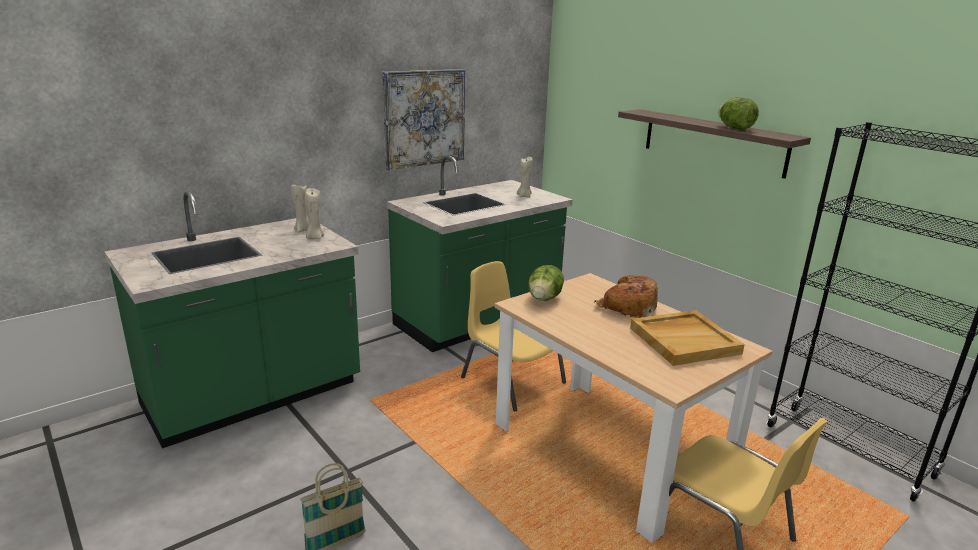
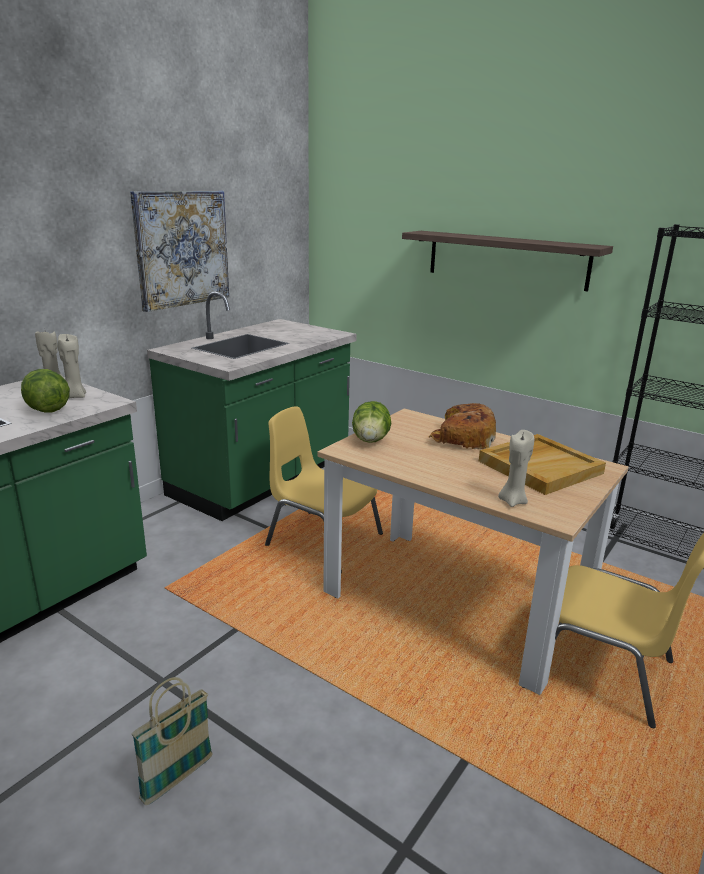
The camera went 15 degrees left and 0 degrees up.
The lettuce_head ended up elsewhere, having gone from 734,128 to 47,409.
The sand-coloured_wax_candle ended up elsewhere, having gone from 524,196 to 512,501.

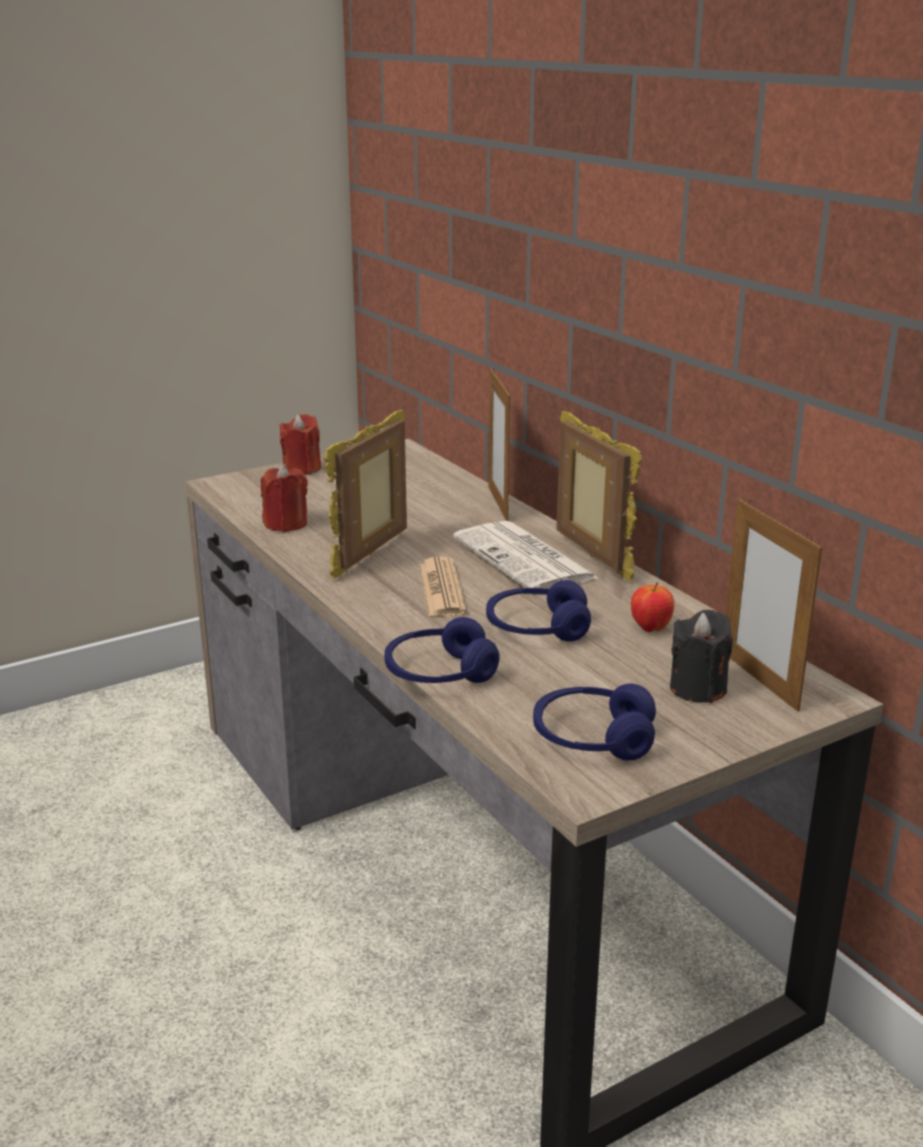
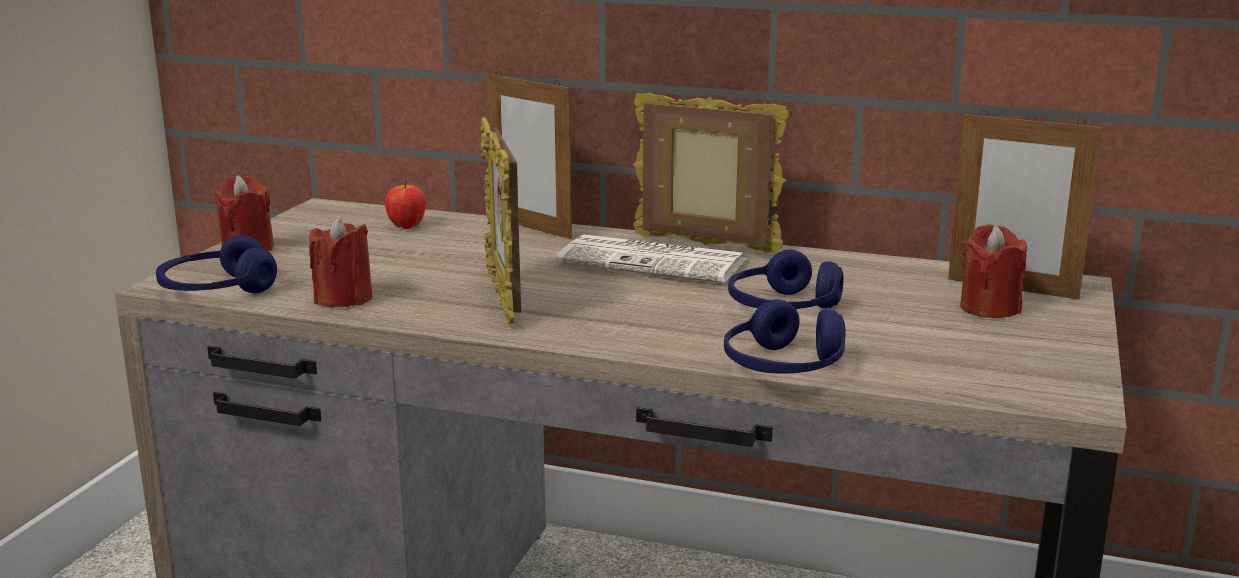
The camera went 40 degrees left and 5 degrees down.
The second view lost the daily_paper at 441,589.
The apple ended up elsewhere, having gone from 650,628 to 406,226.
What was the blackish_wax_candle at 698,689 turned into the reddish_wax_candle at 989,308.
The bluish_headphones ended up elsewhere, having gone from 592,739 to 217,290.

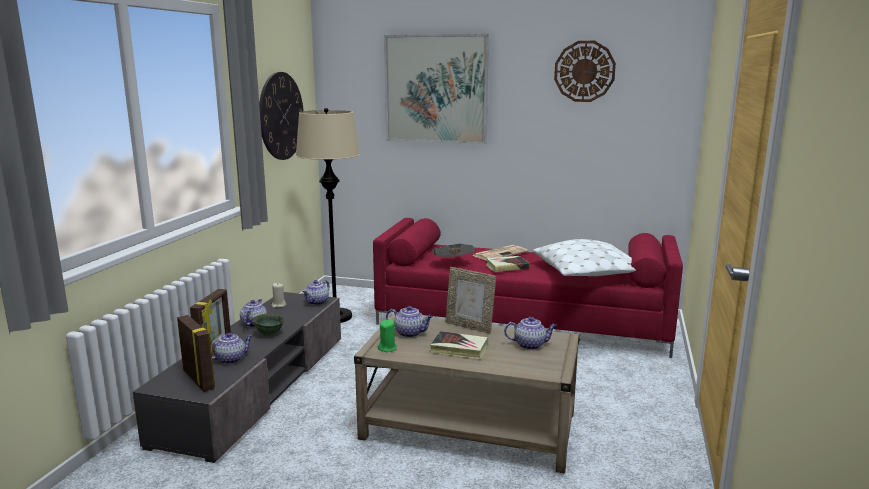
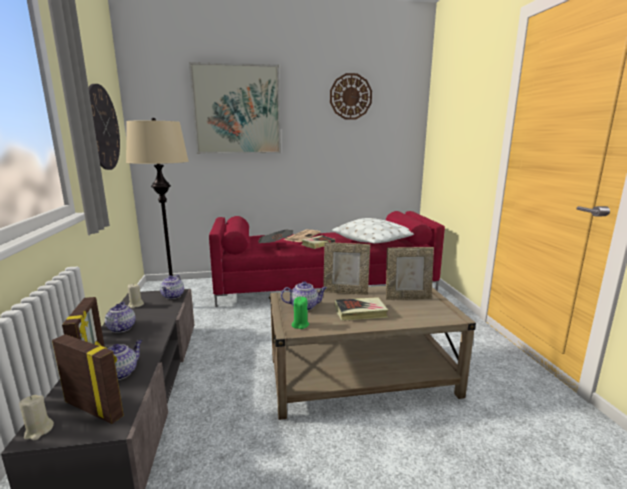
The camera went 25 degrees left and 0 degrees up.
The second view lost the green-coloured_bowl at 269,334.
Where the pot_for_tea stood at 530,345, the picture_frame came to stand at 407,297.
The second view gained the sand-coloured_wax_candle at 38,431.

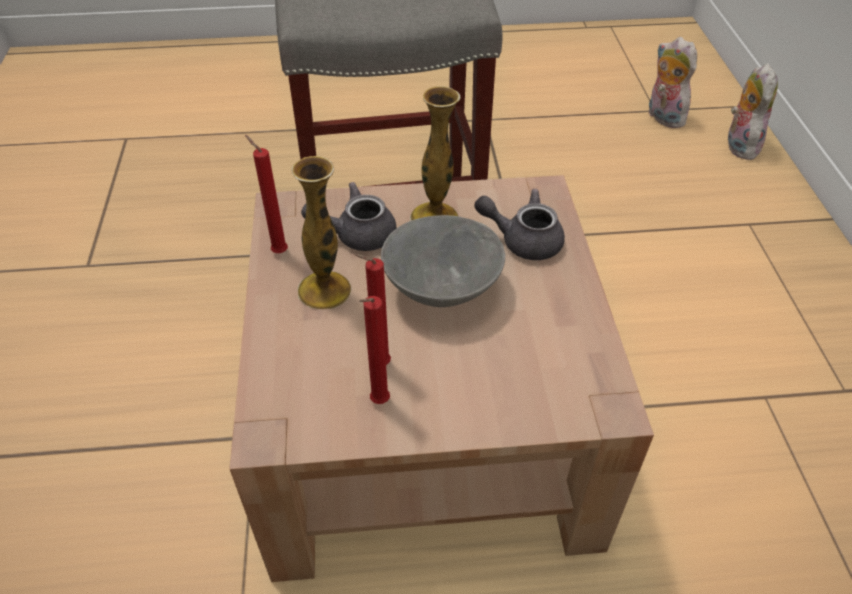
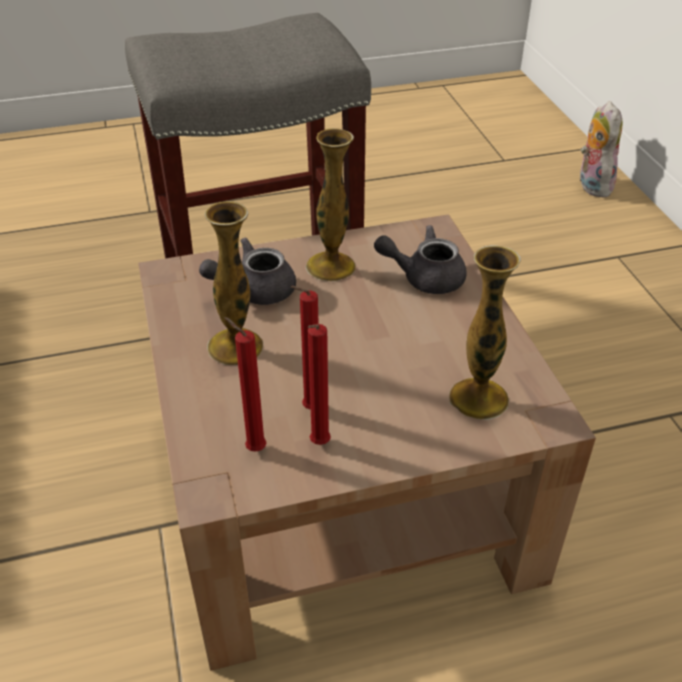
The camera went 10 degrees left and 5 degrees down.
The second view lost the cuddly_toy at 662,117.
The reddish_wax_candle ended up elsewhere, having gone from 278,251 to 253,448.
The second view lost the grey_bowl at 443,289.
The second view gained the flower_vase at 479,398.

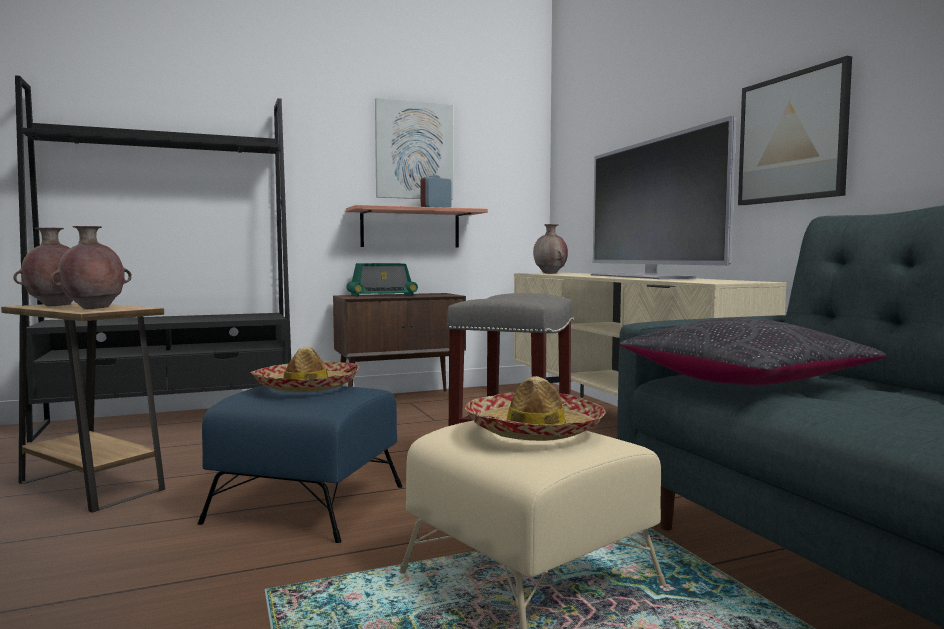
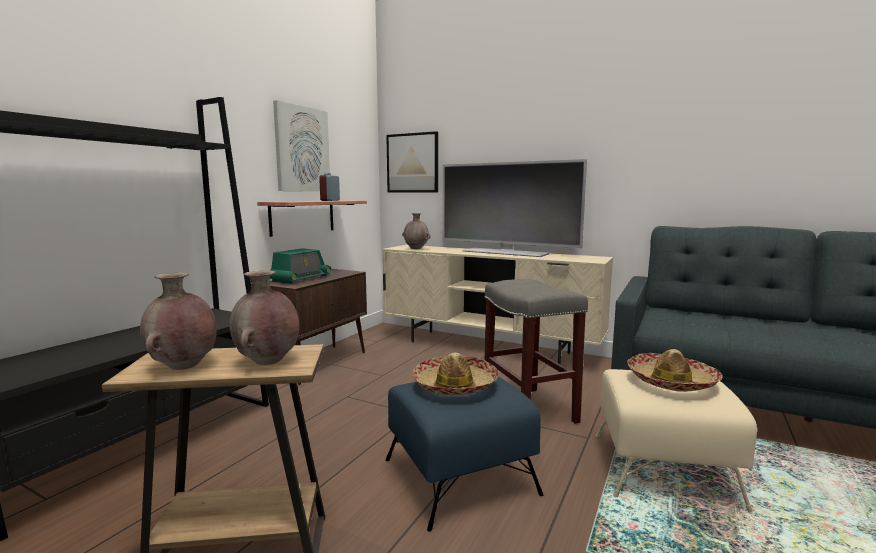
The camera went 40 degrees left and 5 degrees up.
The wall_picture ended up elsewhere, having gone from 792,138 to 412,163.
The second view lost the blackish_cushion at 743,381.

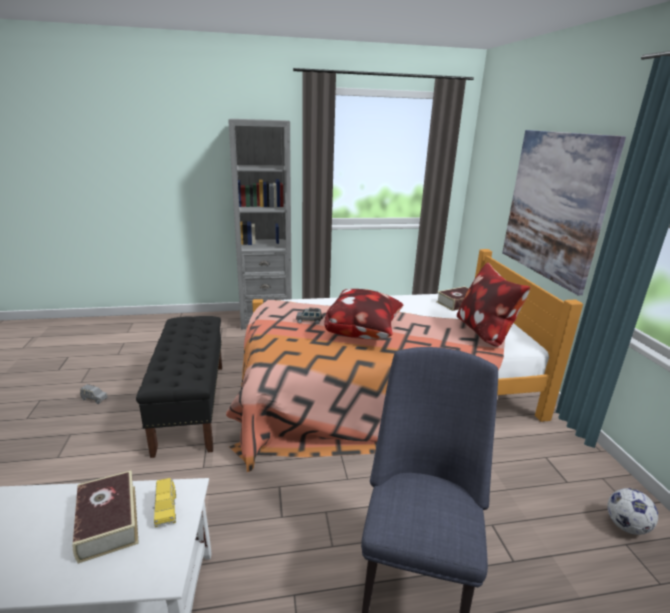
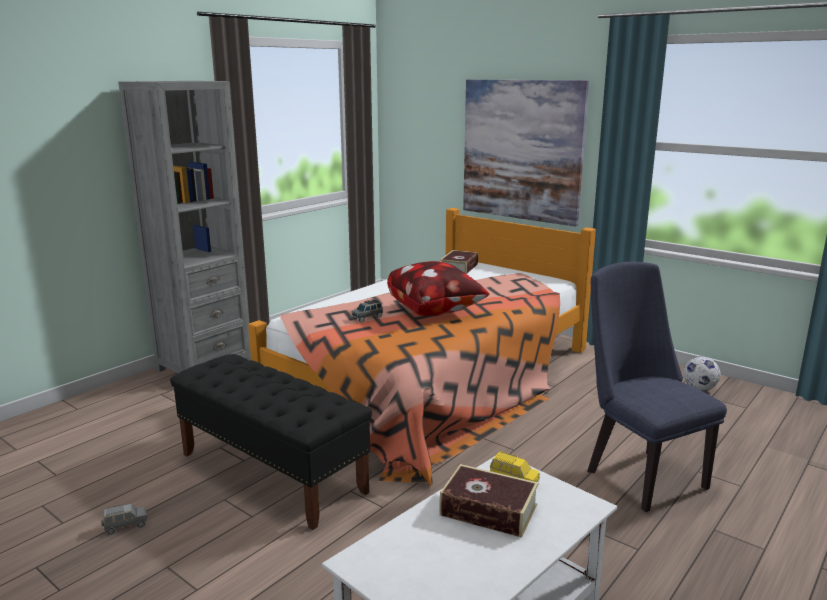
The camera went 40 degrees left and 5 degrees down.
The second view lost the cushion at 484,332.

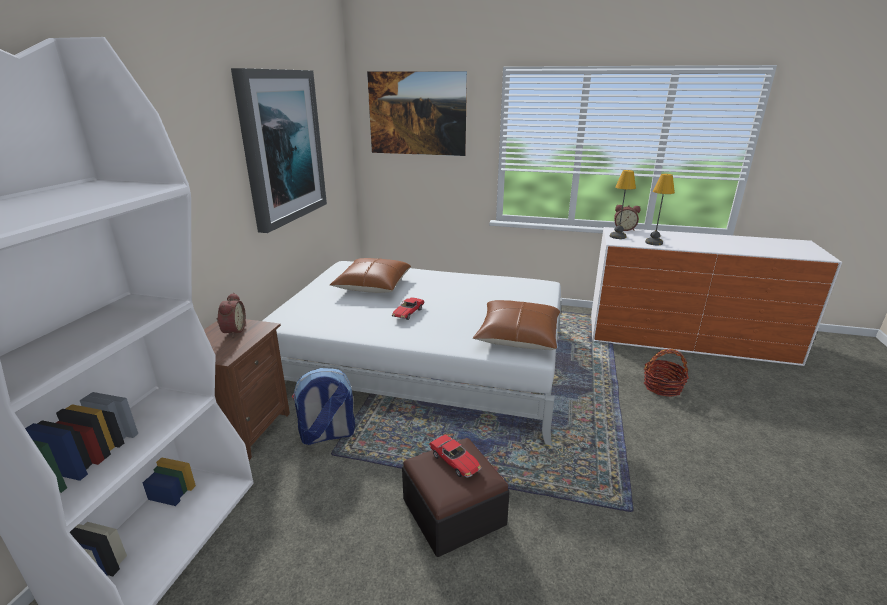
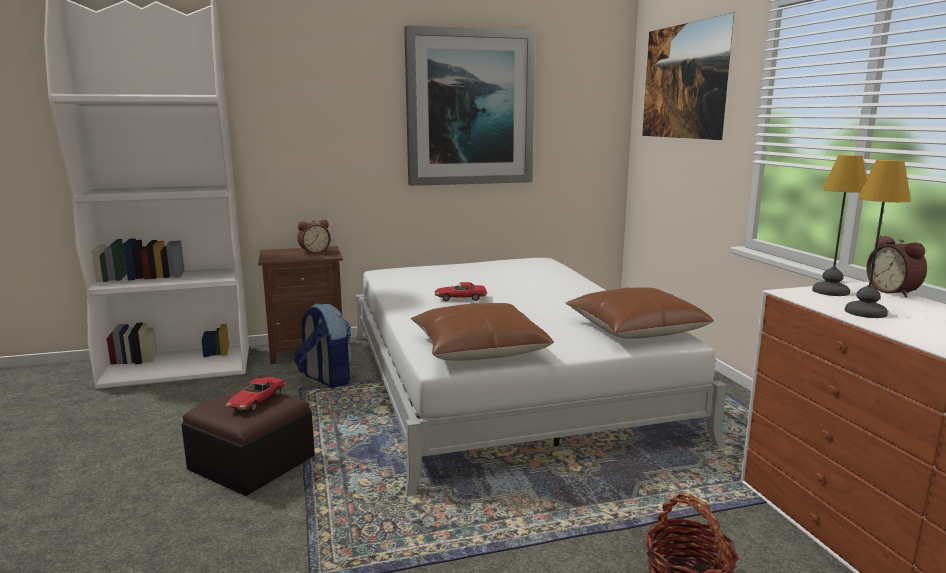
The camera went 60 degrees right and 10 degrees down.
The brown_cushion ended up elsewhere, having gone from 373,285 to 635,329.

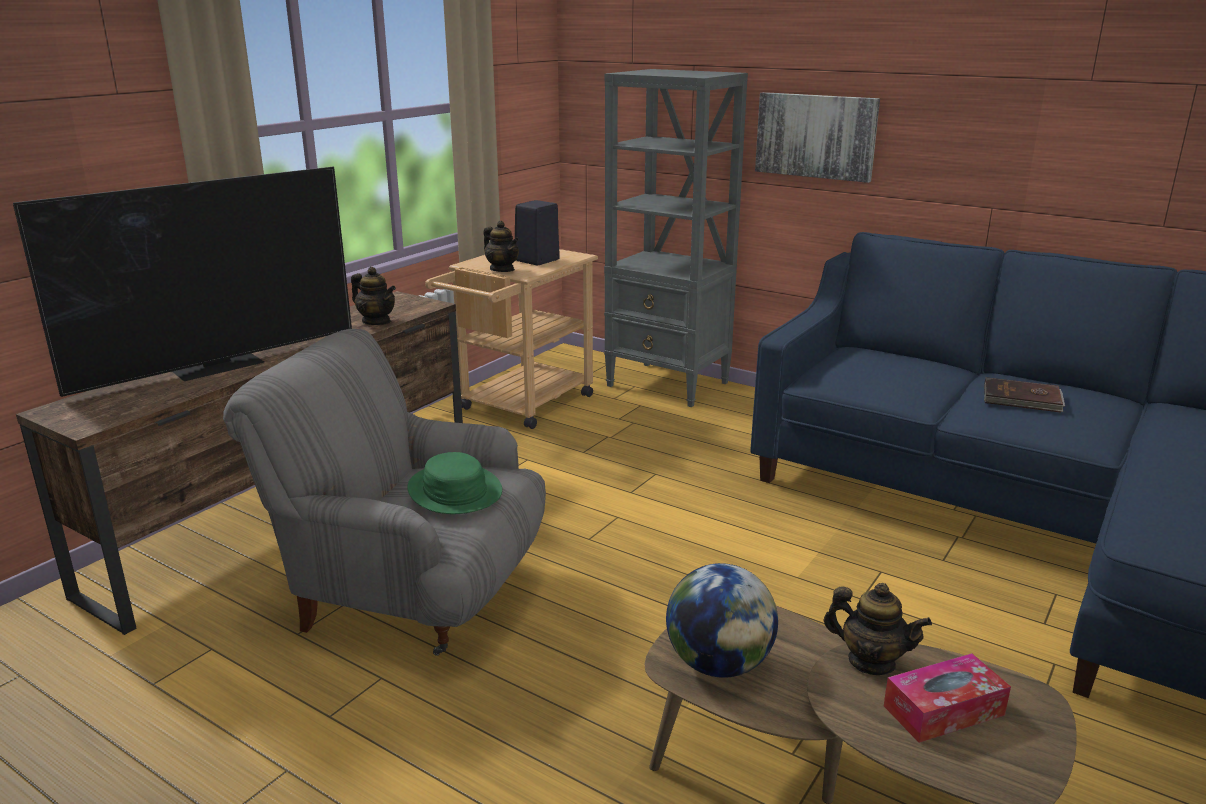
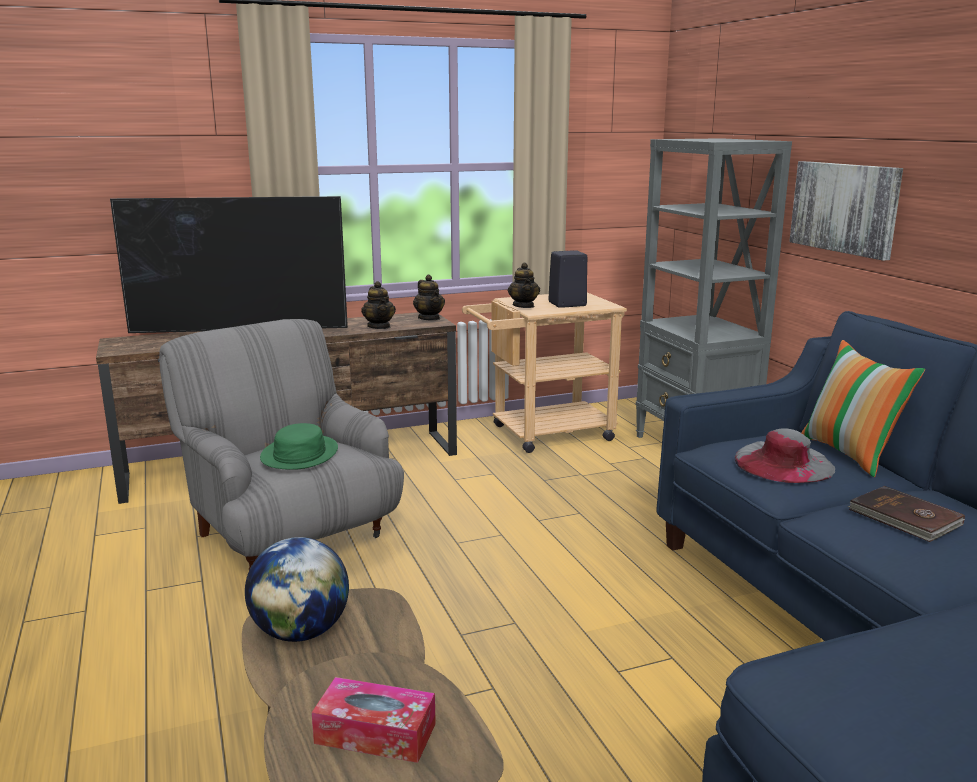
The camera went 35 degrees right and 5 degrees down.
The pot_for_tea ended up elsewhere, having gone from 871,661 to 429,318.
The second view gained the cushion at 850,454.
The second view gained the grey_clothing_hat at 783,463.

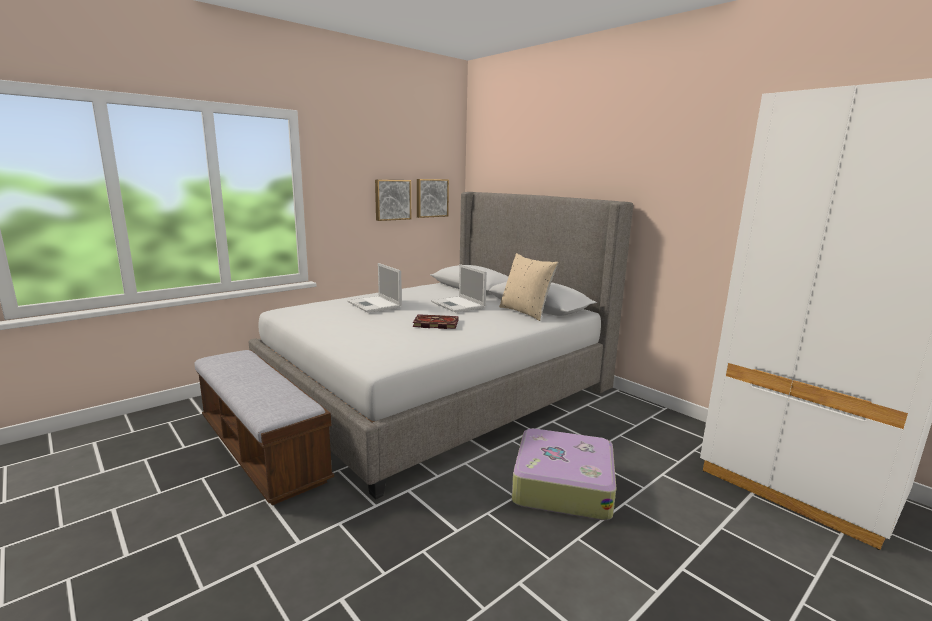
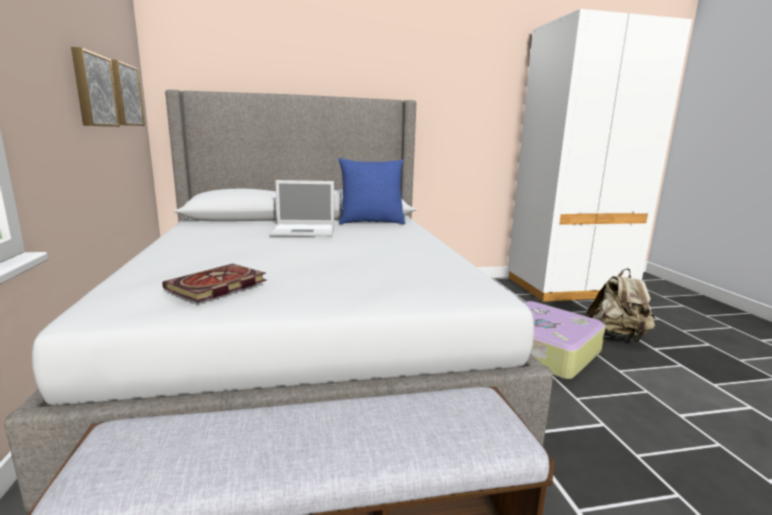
The camera went 60 degrees left and 0 degrees up.
What was the sand-coloured_cushion at 525,312 turned into the bluish_cushion at 371,222.
The second view lost the laptop at 375,305.
The bound_book ended up elsewhere, having gone from 434,324 to 216,286.
The second view gained the sand-coloured_backpack at 616,337.

